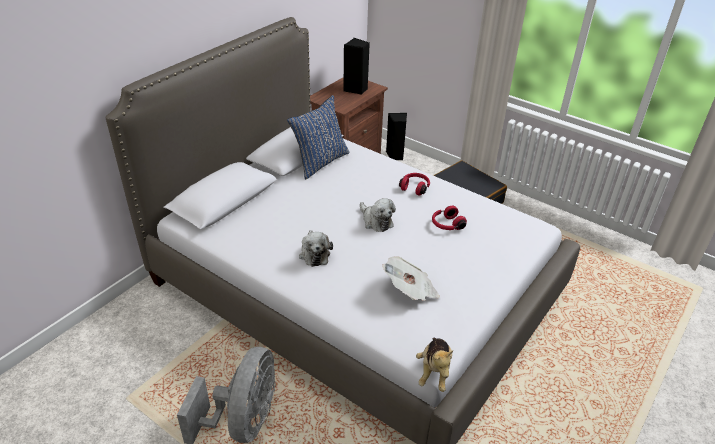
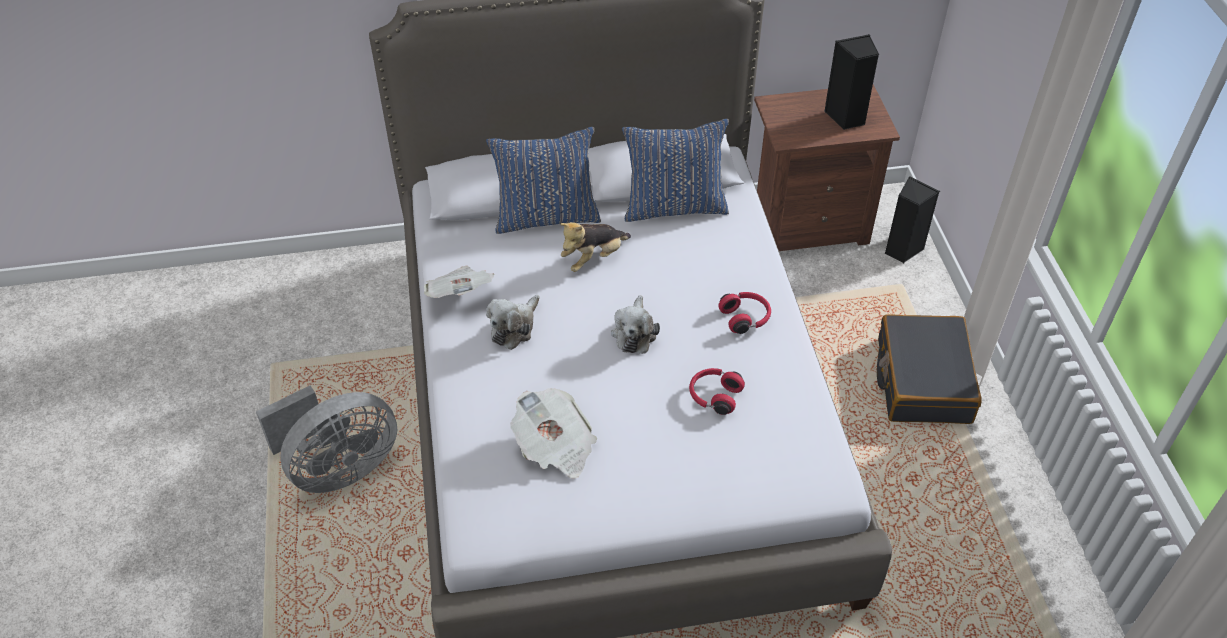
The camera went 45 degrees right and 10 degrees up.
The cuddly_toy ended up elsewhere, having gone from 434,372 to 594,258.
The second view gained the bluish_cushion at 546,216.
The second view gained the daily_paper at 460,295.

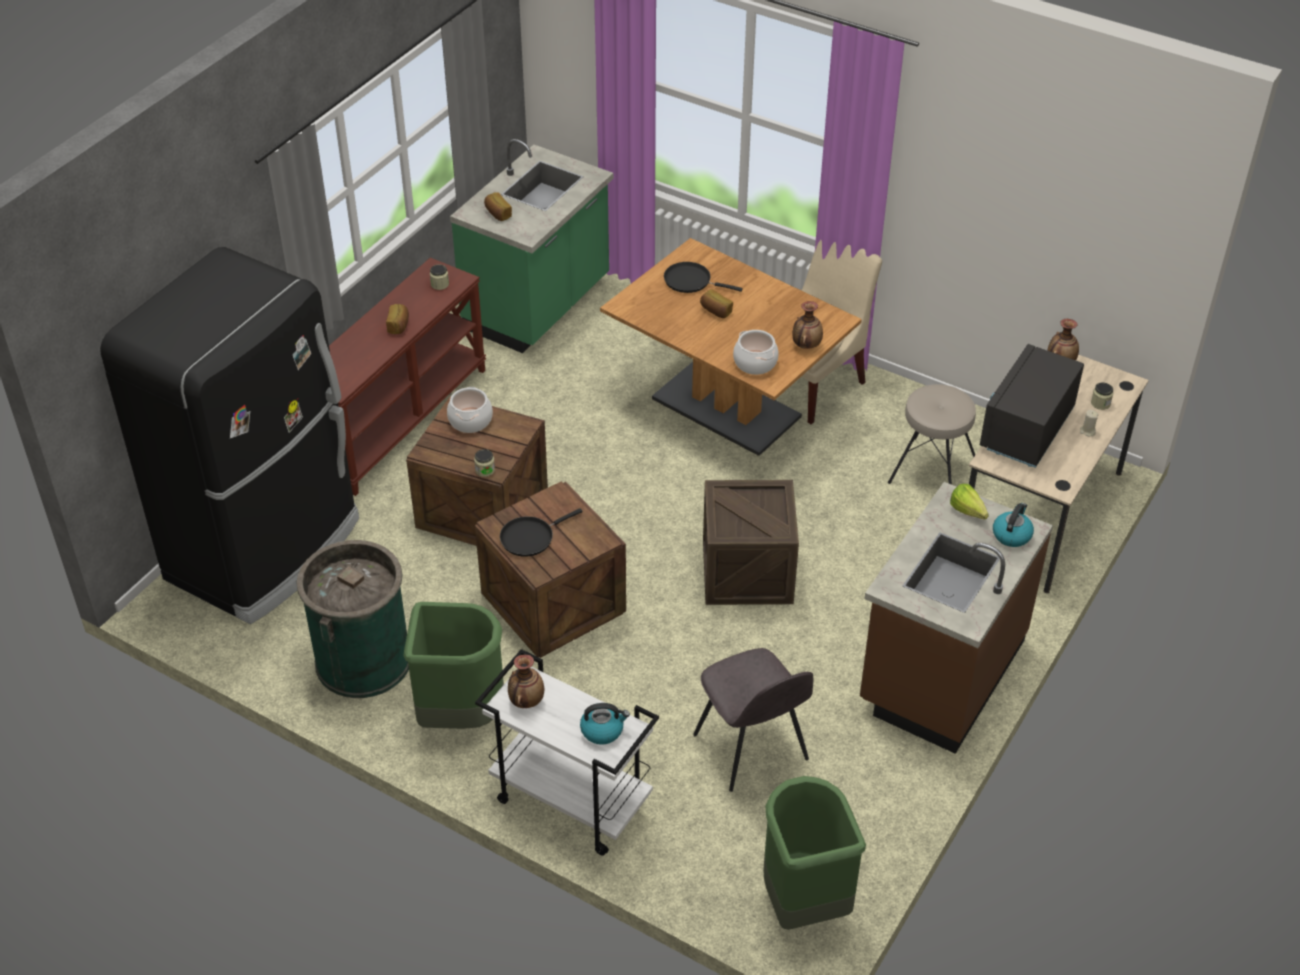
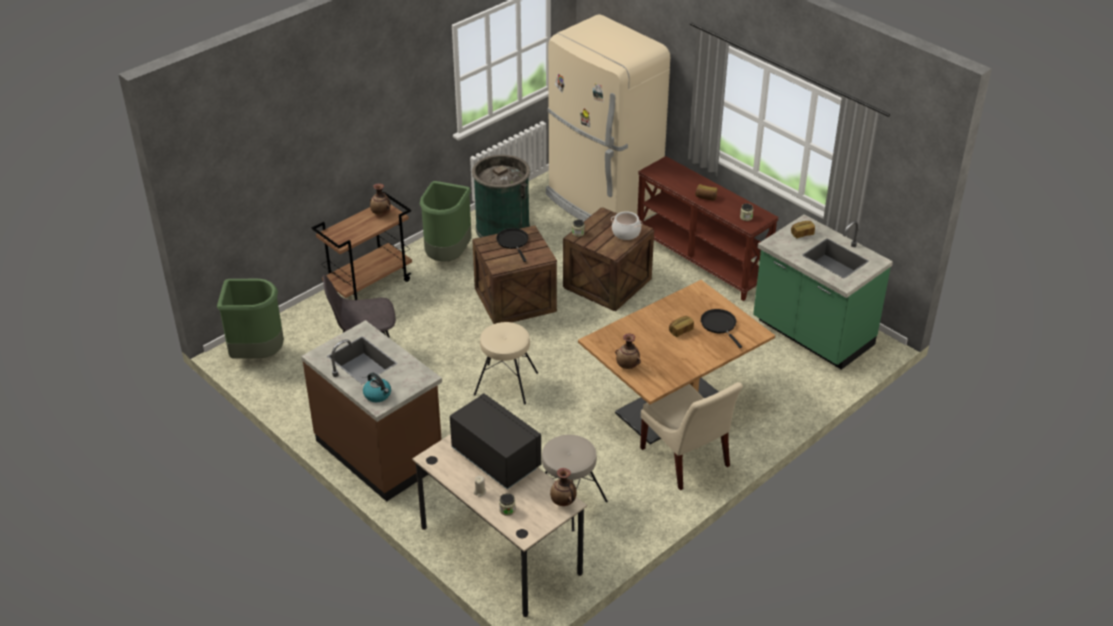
The camera went 105 degrees right and 5 degrees down.
What was the blackish_refrigerator at 266,550 turned into the sand-coloured_refrigerator at 602,203.
The blackish_frying_pan at 691,281 ended up facing another way, 60 degrees counterclockwise from before.
The second view lost the stockpot at 755,362.
Where the packing_crate stood at 747,572, the sand-coloured_stool came to stand at 506,384.
The second view lost the lettuce_head at 969,514.
What was the whitish_trolley at 569,801 turned into the brown_trolley at 369,285.
The second view lost the kettle at 603,730.

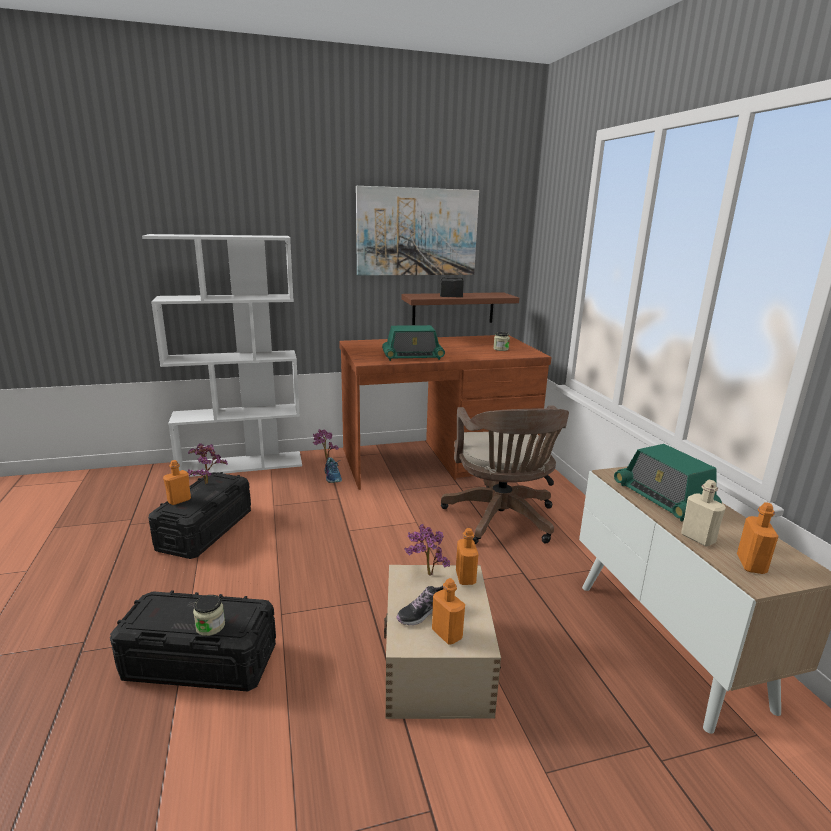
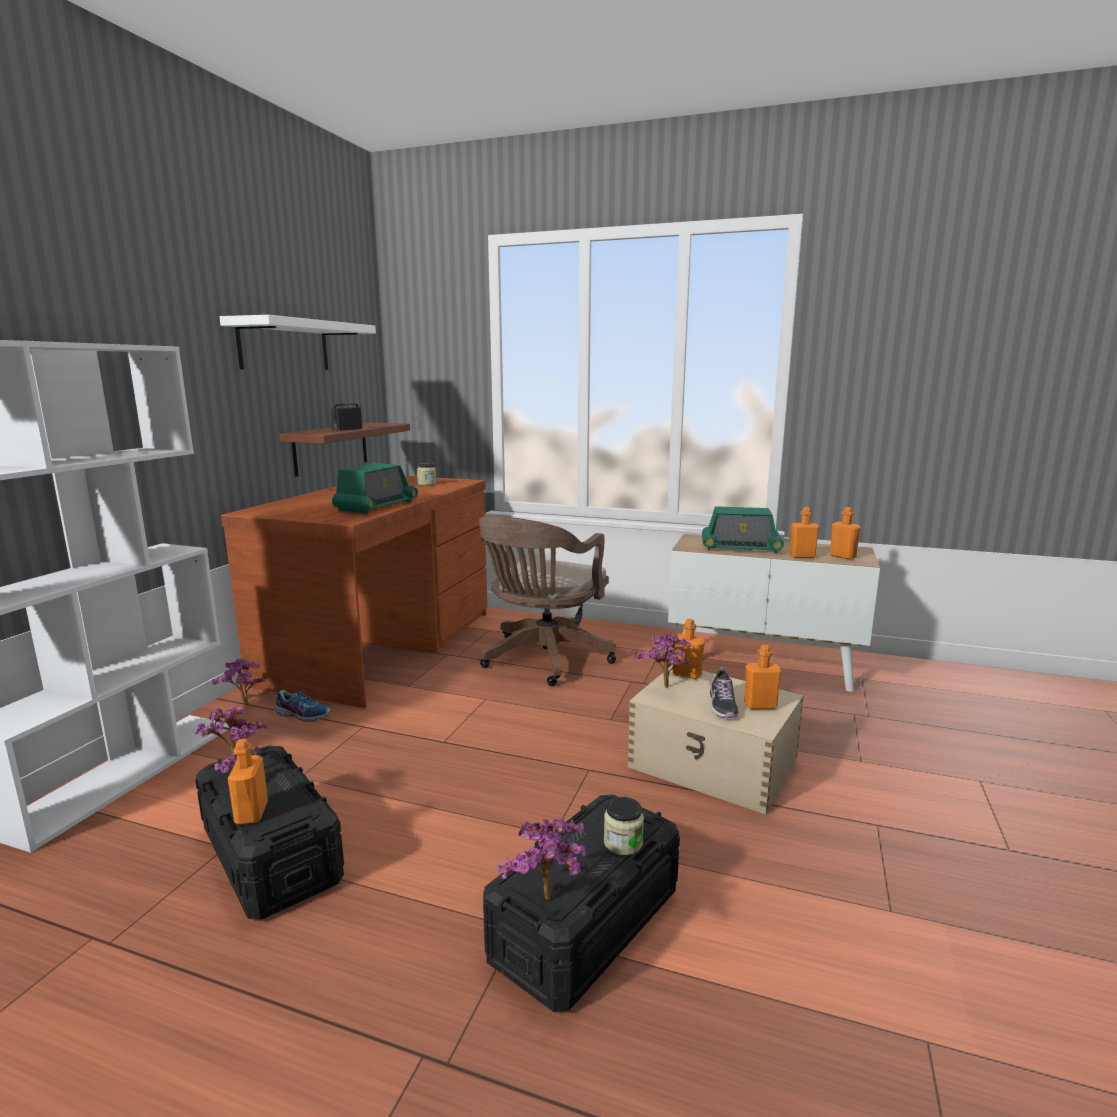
The camera went 55 degrees left and 5 degrees down.
Where the wall_picture hung at 417,232, the whitish_wall_shelf came to hang at 284,345.
The brown_office_chair at 501,520 ended up facing another way, 90 degrees clockwise from before.
What was the sand-coloured_beverage_bottle at 698,538 turned into the orangey_beverage_bottle at 802,556.
The second view gained the potted_plant at 548,902.

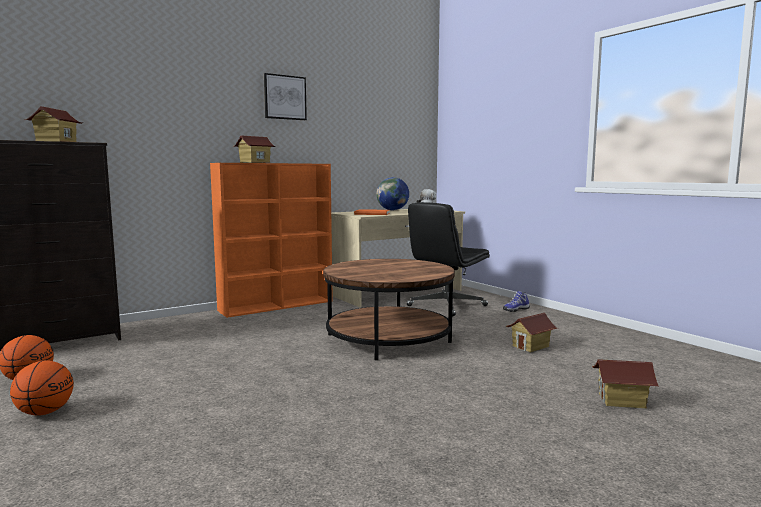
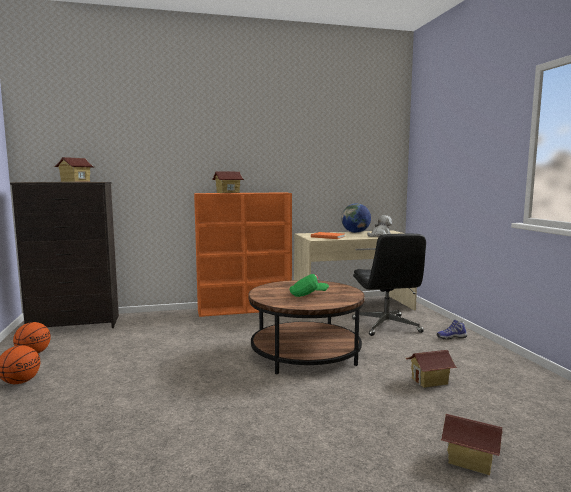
The camera went 20 degrees right and 0 degrees up.
The second view lost the wall_picture at 284,97.
The blackish_office_chair at 446,306 ended up facing another way, 75 degrees counterclockwise from before.
The second view gained the green-coloured_baseball_cap at 308,295.

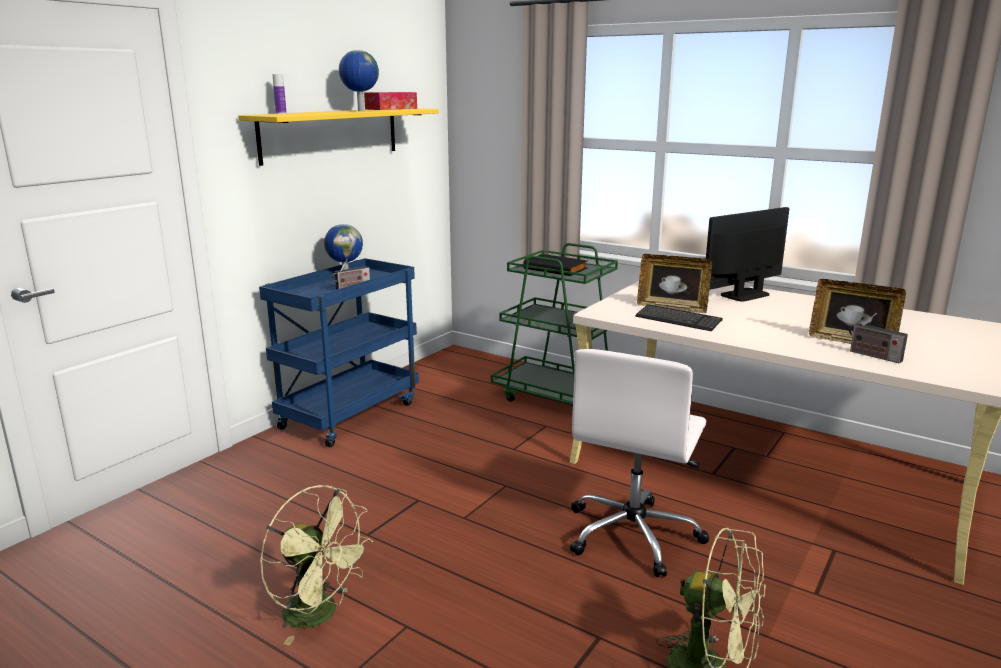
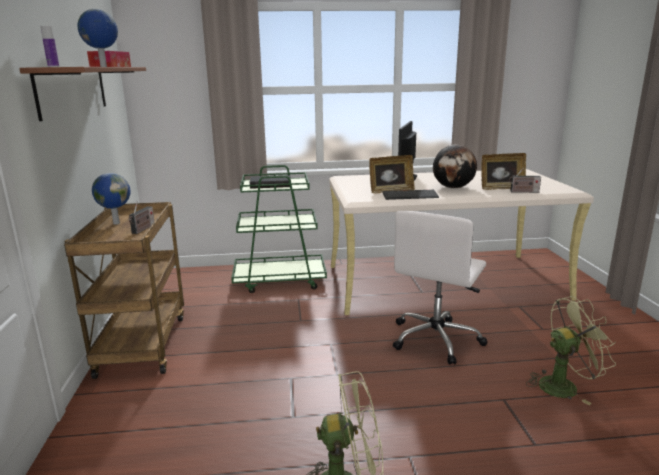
The camera went 40 degrees left and 0 degrees up.
What was the yellow-coloured_wall_shelf at 331,134 turned into the brown_wall_shelf at 73,90.
What was the bluish_trolley at 350,414 turned into the brown_trolley at 142,344.
The whitish_office_chair at 633,534 ended up facing another way, 45 degrees clockwise from before.
The second view gained the desk_globe at 453,187.

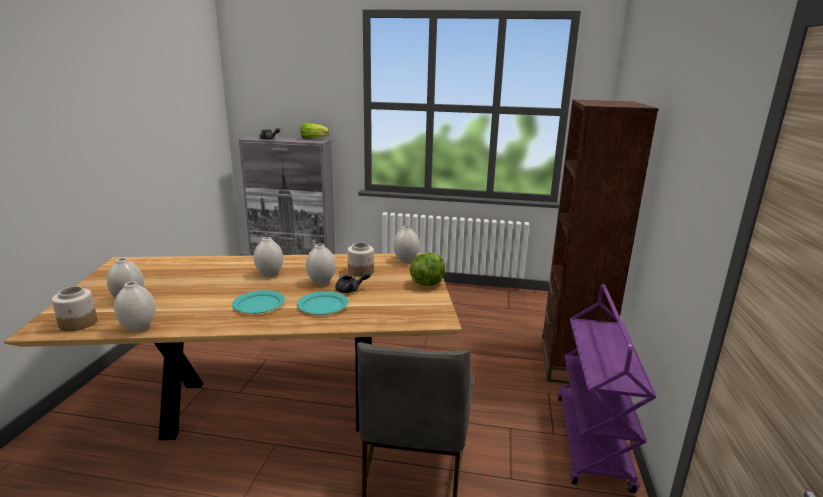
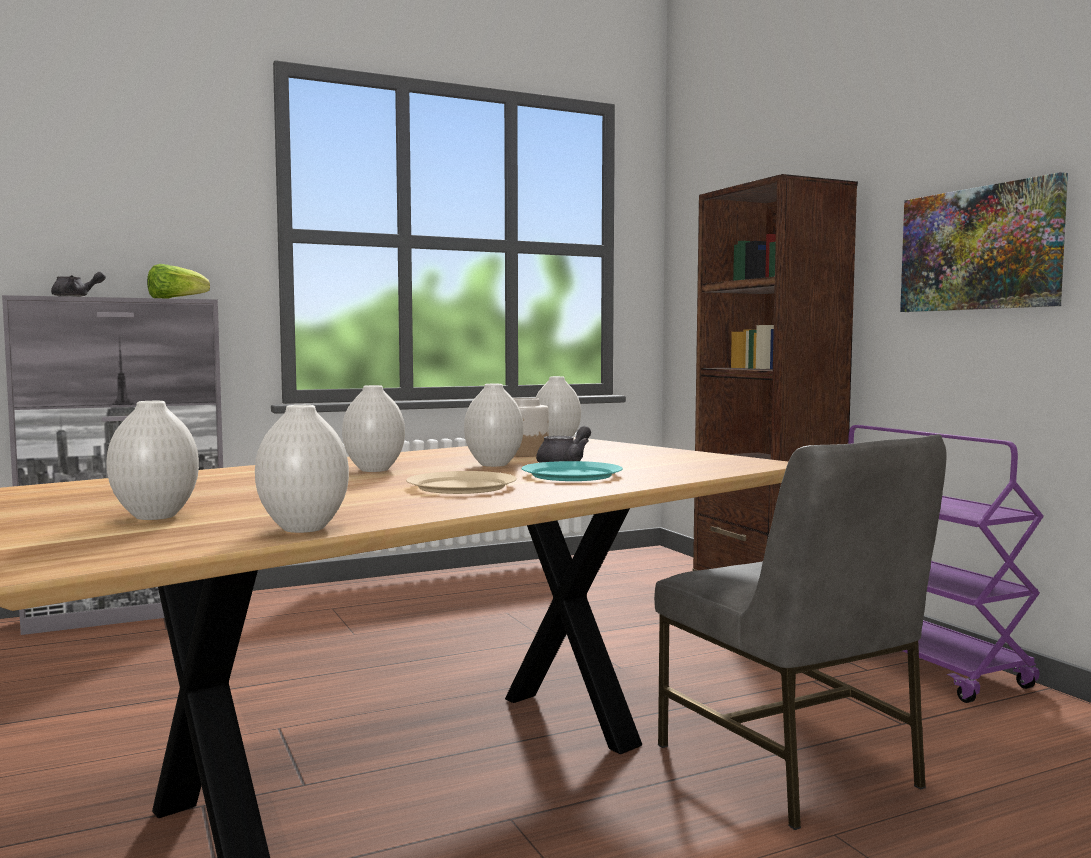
The camera went 35 degrees left and 15 degrees down.
The second view lost the lettuce_head at 427,283.
The second view lost the jar at 78,323.
What was the turquoise_plate at 259,304 turned into the sand-coloured_plate at 462,486.
The second view gained the wall_picture at 980,249.

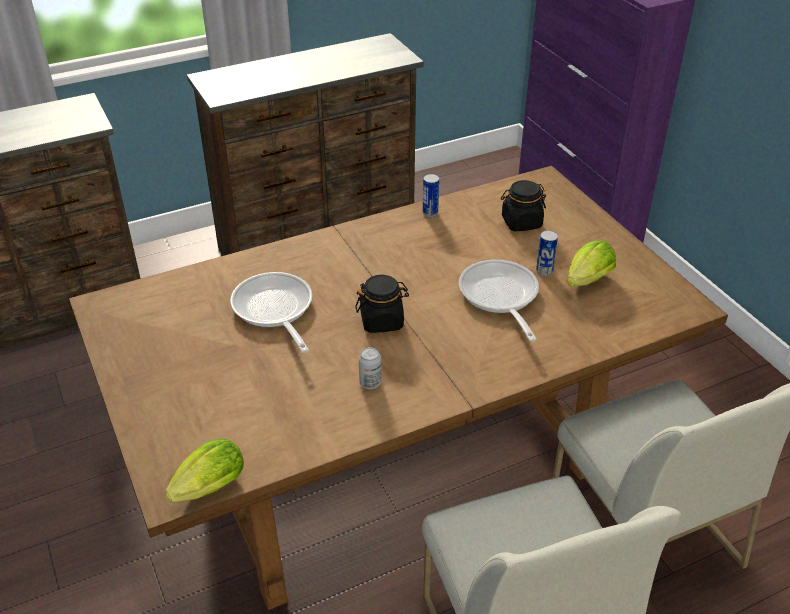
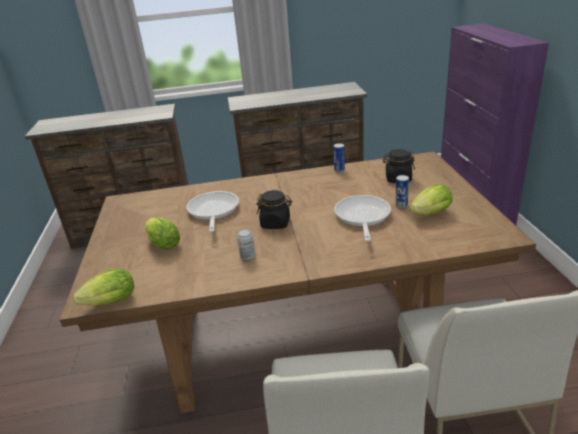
The camera went 20 degrees right and 10 degrees down.
The second view gained the lettuce_head at 162,243.

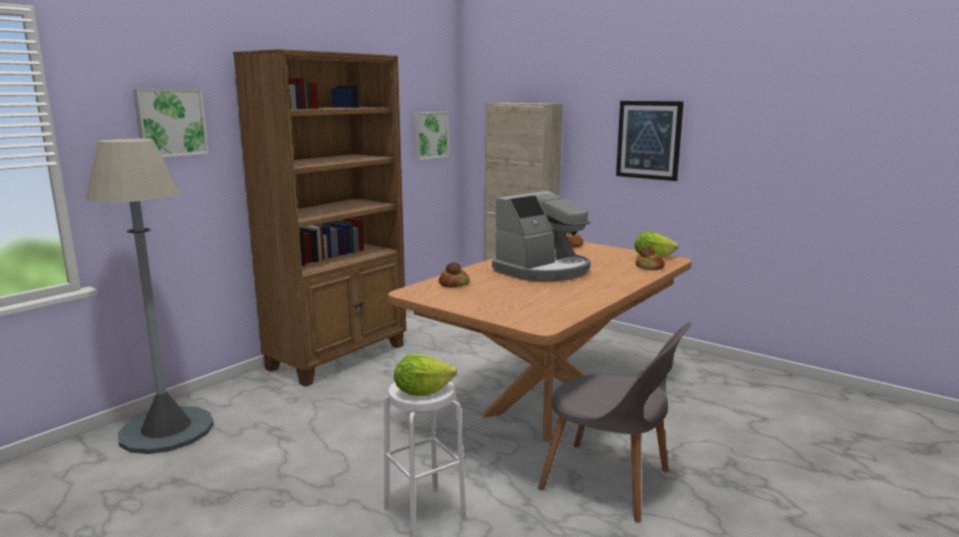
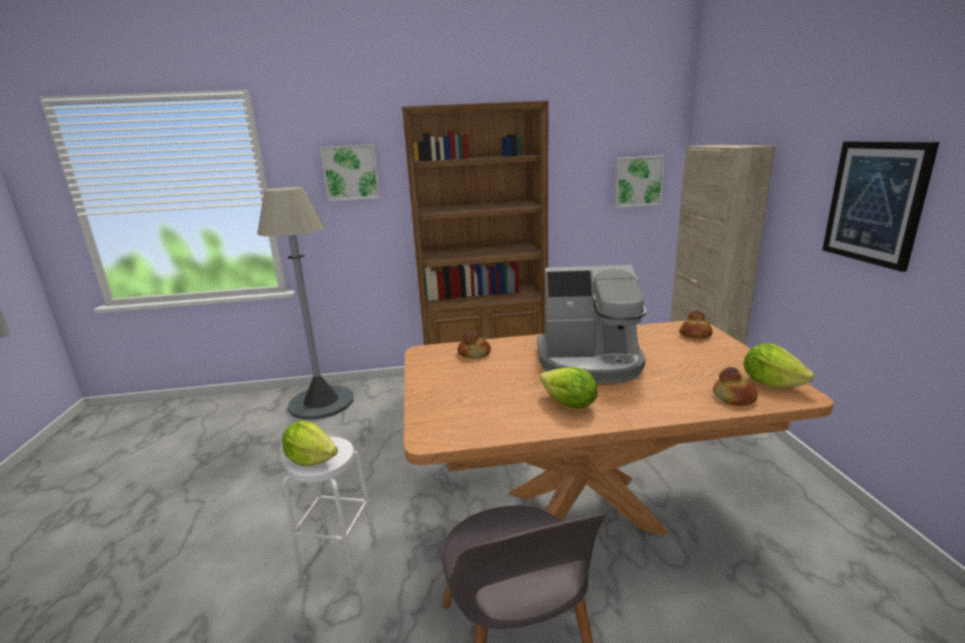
The camera went 45 degrees right and 5 degrees up.
The second view gained the lettuce_head at 569,404.

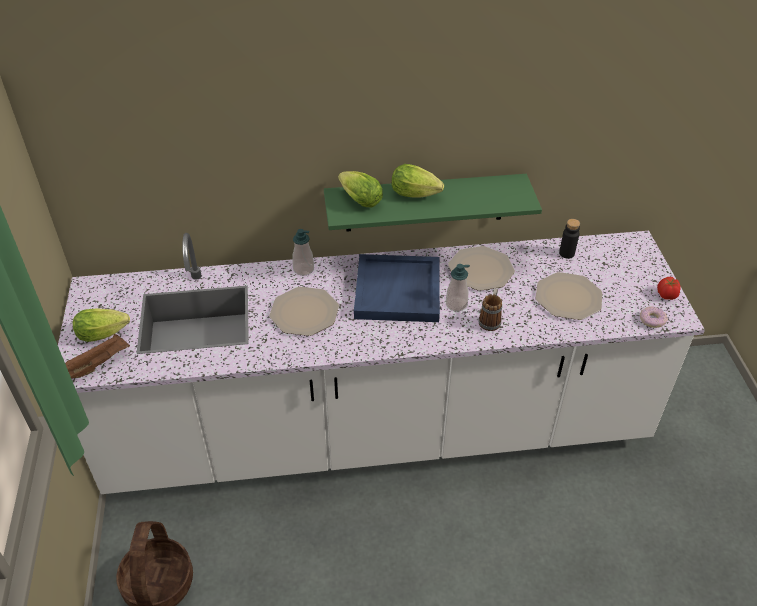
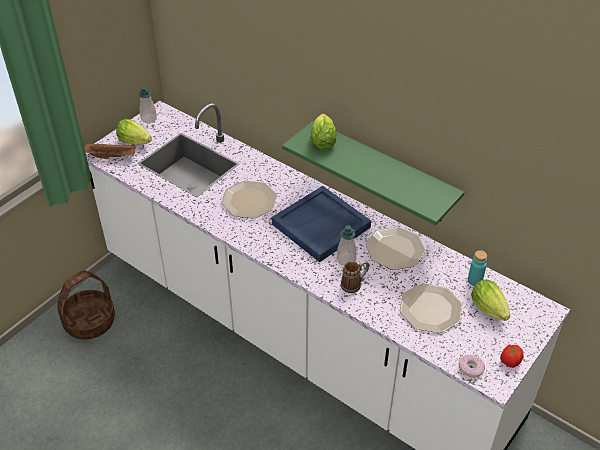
The camera went 45 degrees right and 0 degrees up.
The lettuce_head ended up elsewhere, having gone from 417,195 to 490,310.
What was the blackish_beverage_bottle at 566,253 turned into the turquoise_beverage_bottle at 475,280.
The soap_bottle ended up elsewhere, having gone from 303,269 to 149,119.

